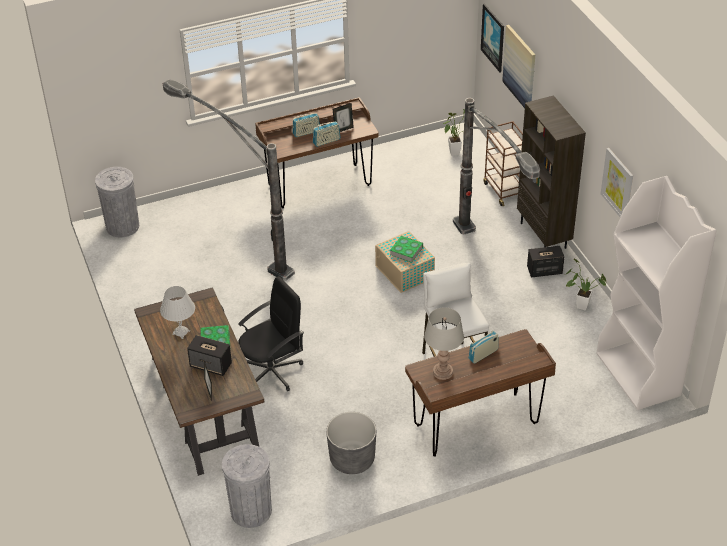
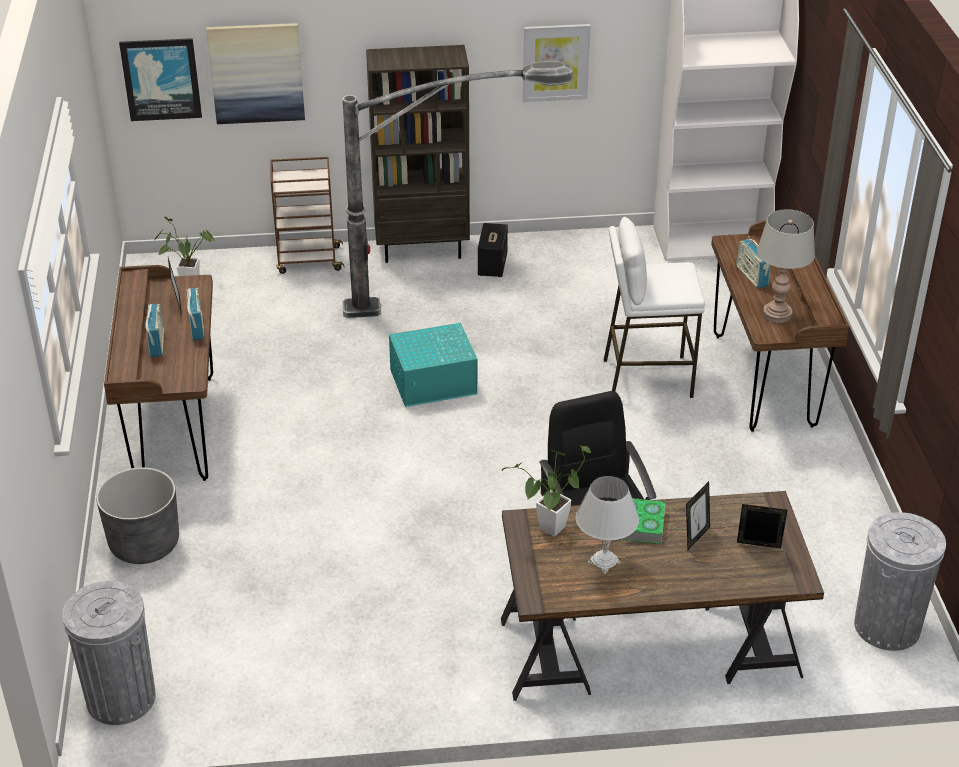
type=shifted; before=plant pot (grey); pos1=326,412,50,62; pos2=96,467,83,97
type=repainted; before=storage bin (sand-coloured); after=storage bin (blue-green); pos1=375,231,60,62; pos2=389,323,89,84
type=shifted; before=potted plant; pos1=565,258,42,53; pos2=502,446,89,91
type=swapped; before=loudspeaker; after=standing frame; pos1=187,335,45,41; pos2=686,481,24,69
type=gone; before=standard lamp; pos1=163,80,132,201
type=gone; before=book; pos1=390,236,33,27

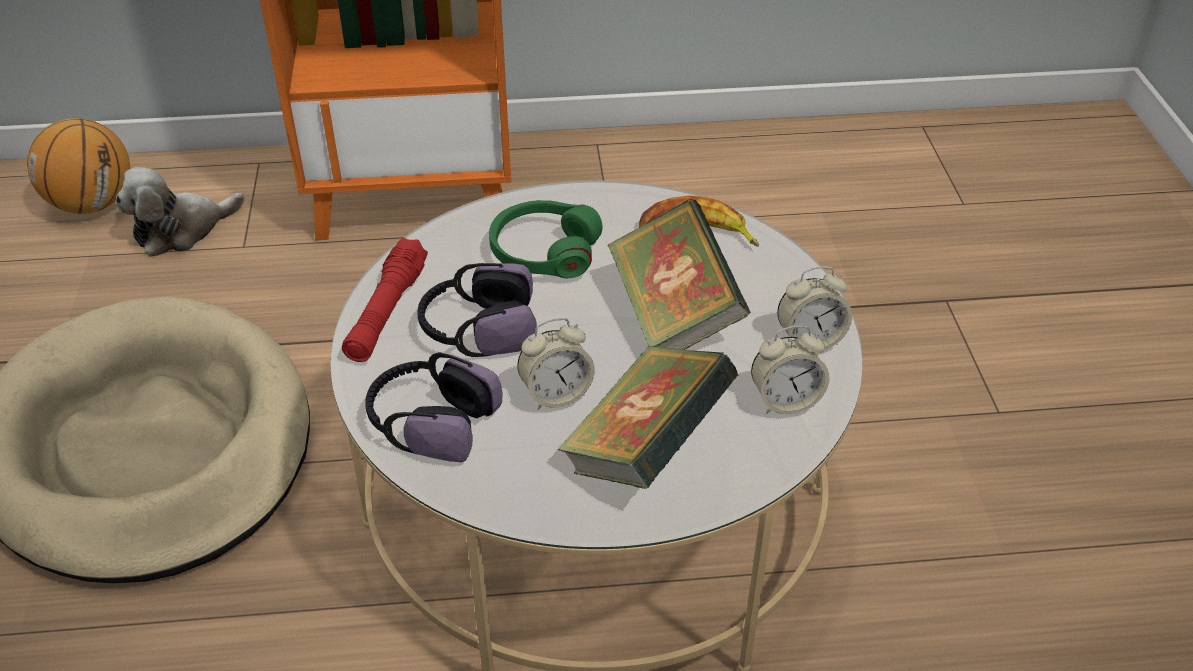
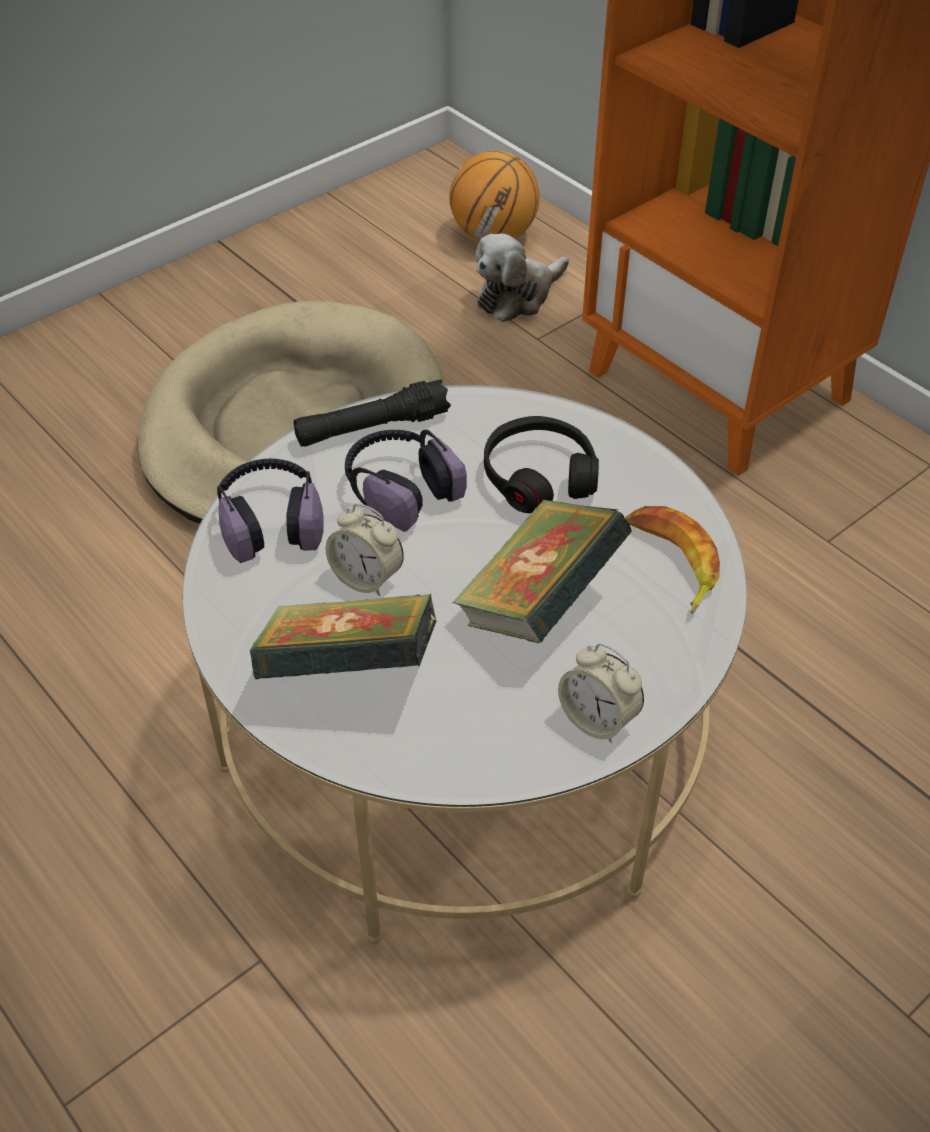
type=repainted; before=hand torch (red); after=hand torch (blackish); pos1=342,237,86,125; pos2=294,379,157,68
type=rotated; before=cuddly toy; pos1=115,167,130,90; pos2=475,234,94,88; turn=-60
type=repainted; before=headset (greenish); after=headset (blackish); pos1=489,200,114,78; pos2=484,416,115,97
type=gone; before=table clock; pos1=751,326,78,88

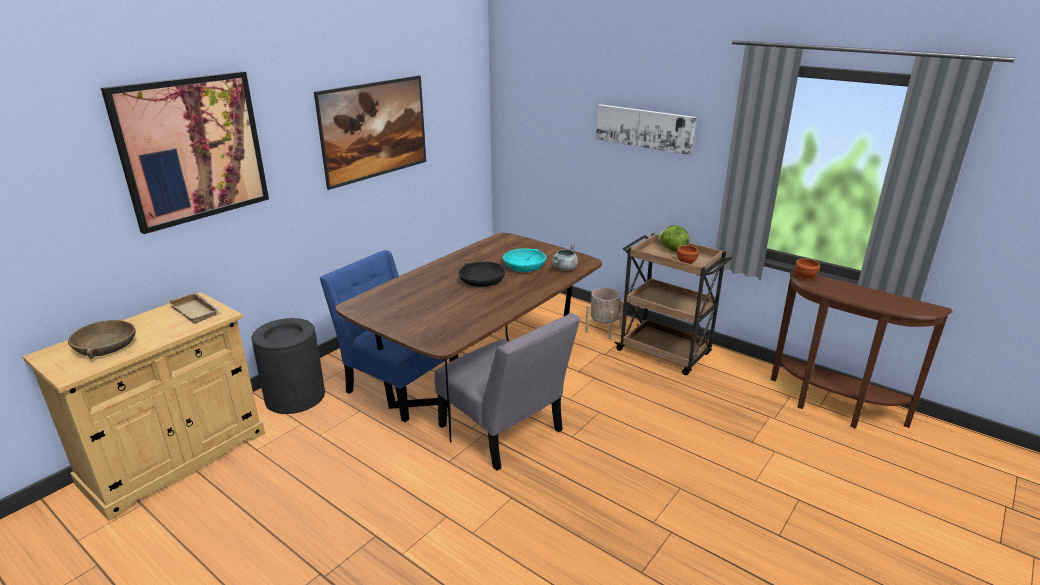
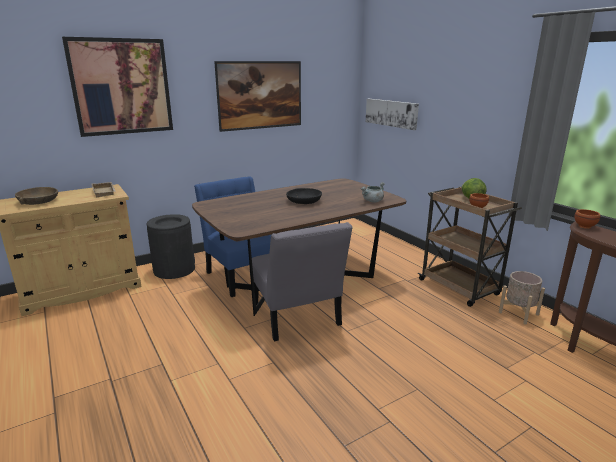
type=shifted; before=wall picture; pos1=596,104,100,51; pos2=366,99,53,31
type=shifted; before=plant pot (sand-coloured); pos1=585,288,39,52; pos2=499,271,46,53
type=gone; before=deep dish (blue-green); pos1=503,248,43,24

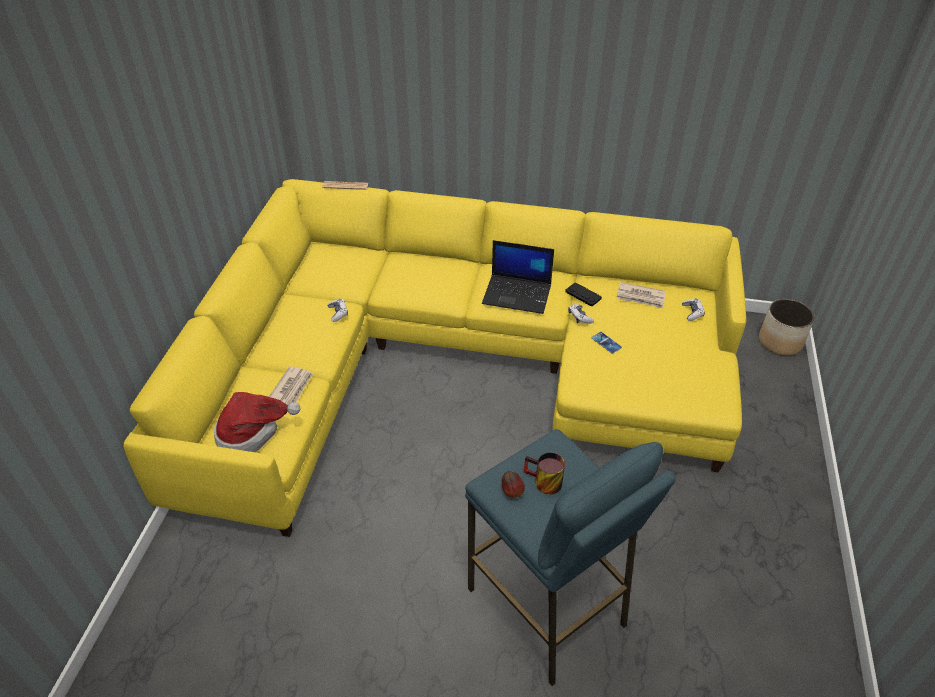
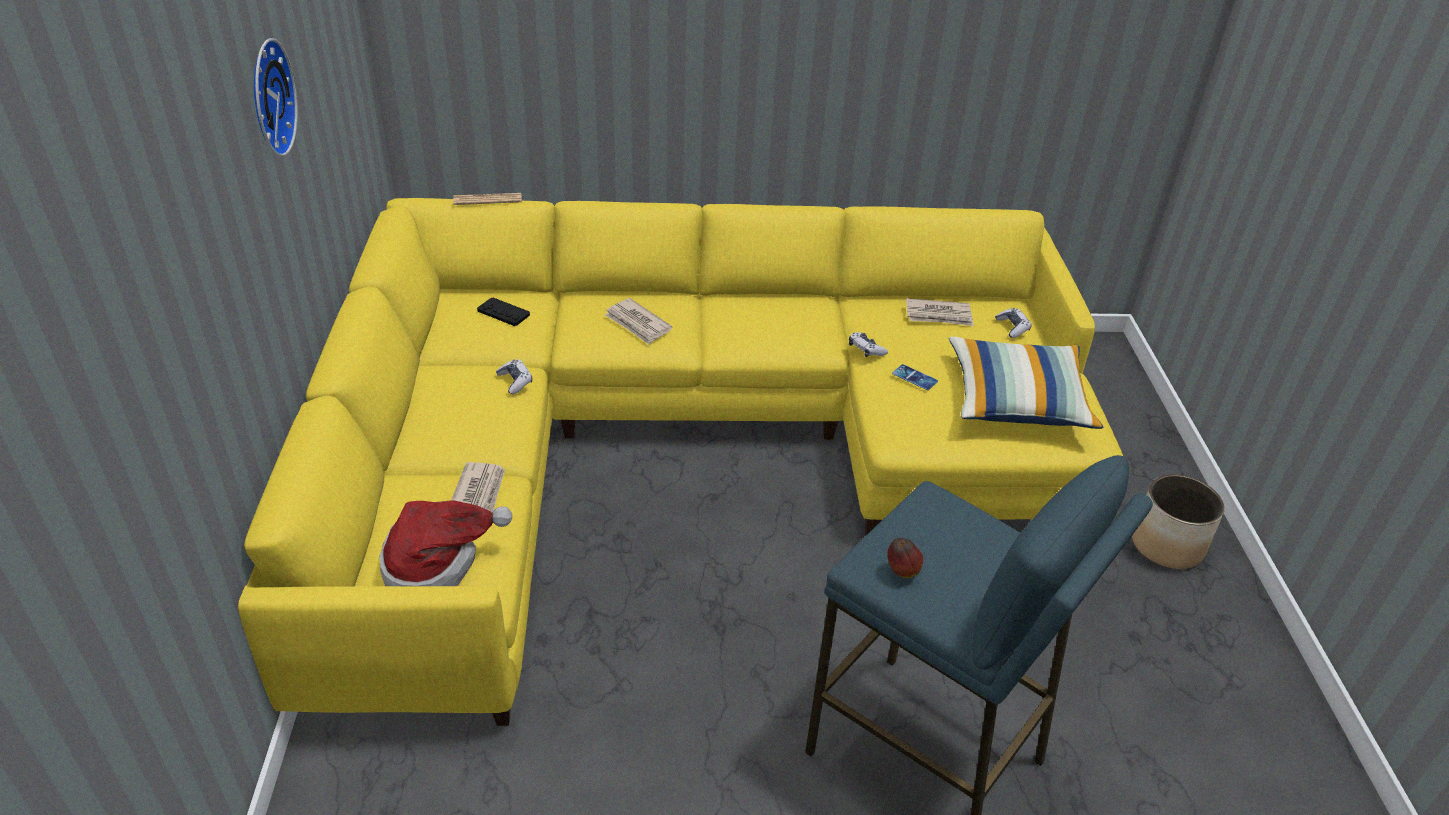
type=new; after=clock on the wall; pos2=254,38,44,119
type=shifted; before=joypad (blackish); pos1=565,283,37,23; pos2=477,298,53,28
type=new; after=newspaper; pos2=604,298,68,47
type=new; after=throw pillow; pos2=949,337,155,92
type=shifted; before=plant pot; pos1=759,299,56,56; pos2=1132,474,93,95
type=gone; before=notebook computer; pos1=482,240,72,74
type=gone; before=tea mug; pos1=524,452,41,43

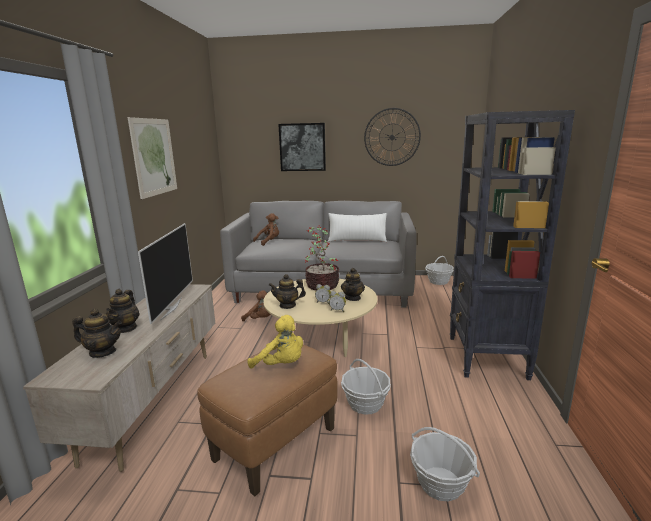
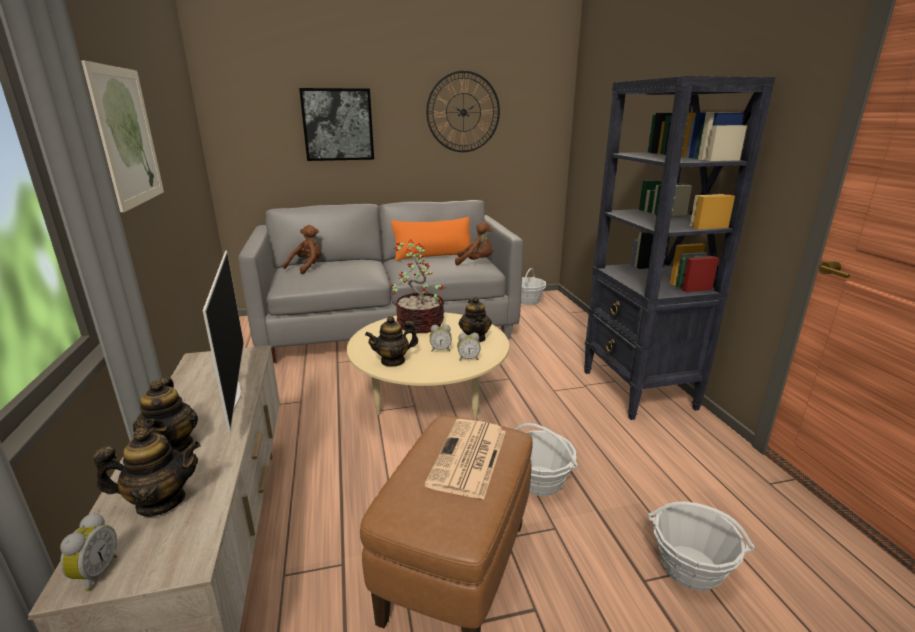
type=new; after=table clock; pos2=60,513,57,79
type=repainted; before=throw pillow (whitish); after=throw pillow (orangey); pos1=328,213,59,29; pos2=391,217,80,44
type=swapped; before=cuddly toy (yellow-coloured); after=newspaper; pos1=248,315,55,54; pos2=425,419,81,81
type=shifted; before=cuddly toy (brown); pos1=241,290,30,31; pos2=455,222,38,44

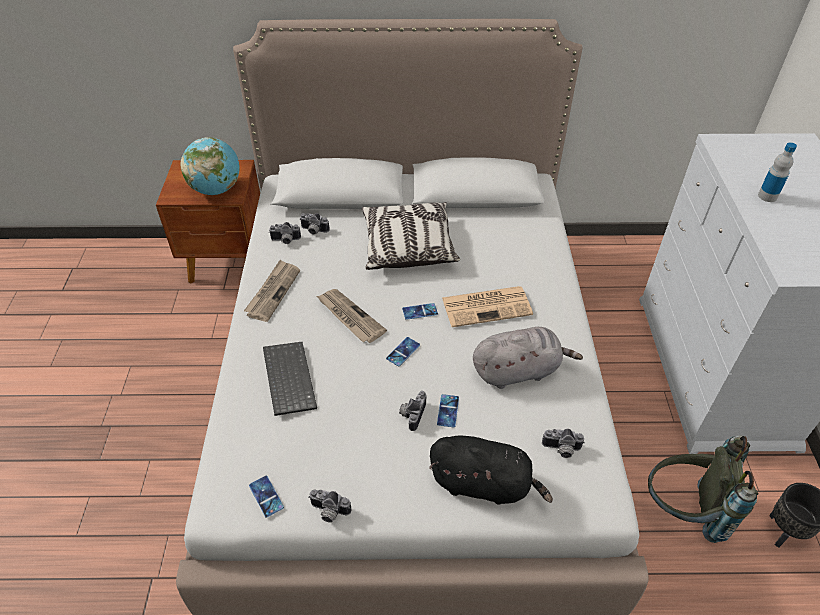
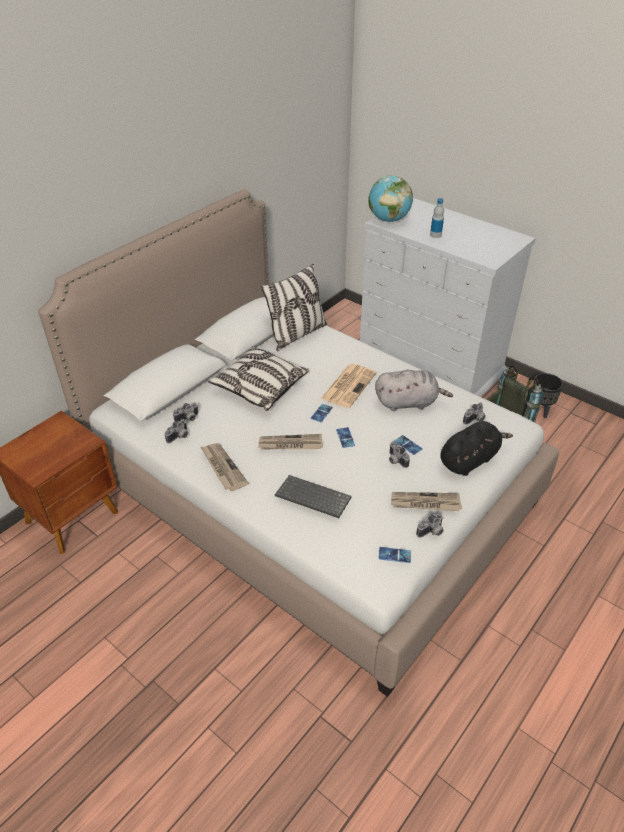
type=new; after=throw pillow; pos2=261,264,66,87
type=shifted; before=globe; pos1=181,137,59,58; pos2=368,175,45,47
type=rotated; before=cuddly toy (grey); pos1=473,327,110,62; pos2=375,370,78,41; turn=60
type=new; after=newspaper; pos2=391,492,71,19

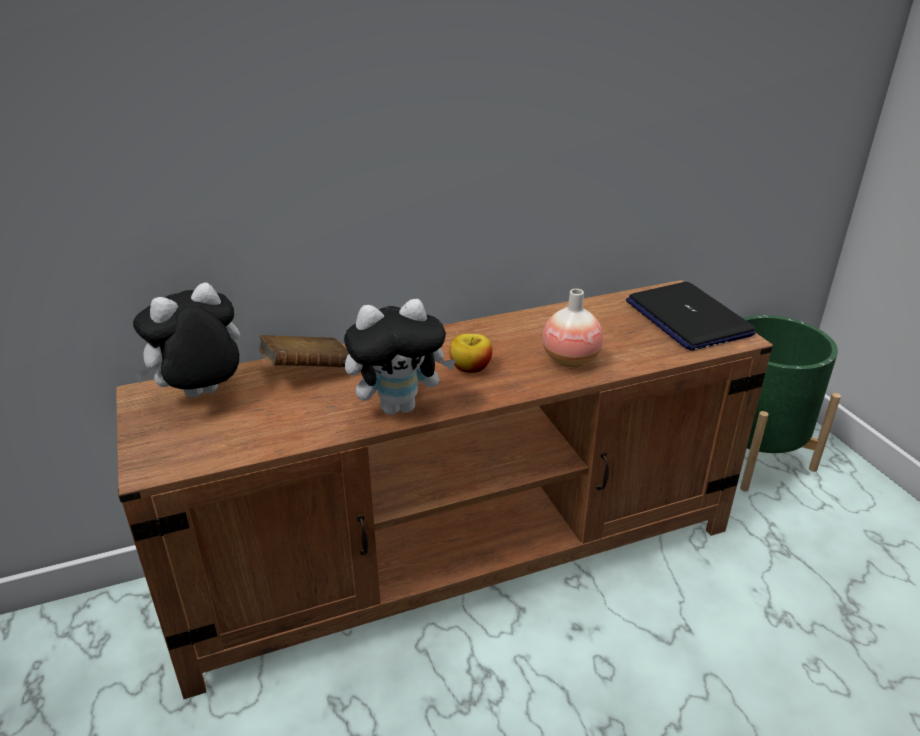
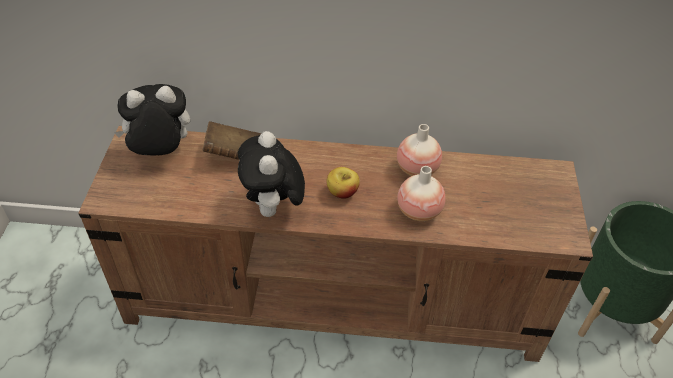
type=rotated; before=cuddly toy; pos1=344,299,112,116; pos2=238,131,67,86; turn=75
type=new; after=vase; pos2=397,124,45,52
type=gone; before=notebook computer; pos1=626,282,130,69

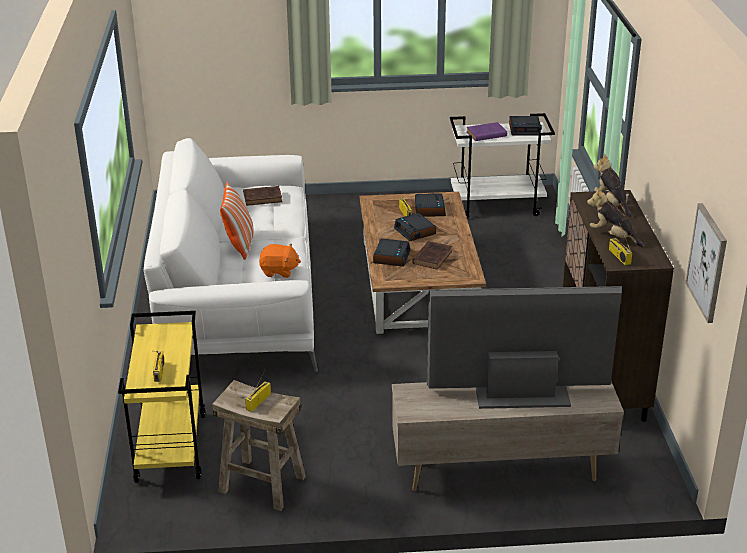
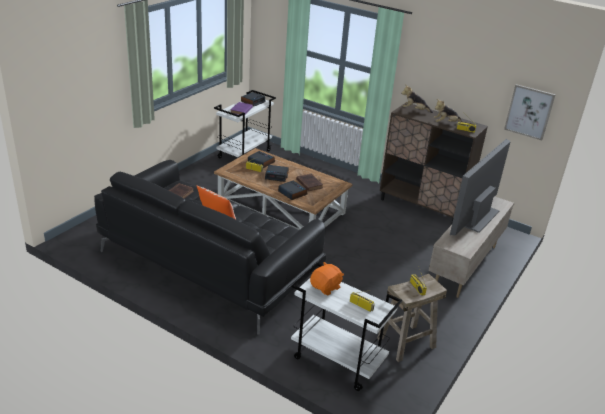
type=repainted; before=settee (whitish); after=settee (blackish); pos1=144,138,174,234; pos2=94,160,232,175
type=repainted; before=trolley (yellow-coloured); after=trolley (whitish); pos1=118,311,88,172; pos2=291,263,111,128
type=shifted; before=cuddly toy (orangey); pos1=259,244,42,34; pos2=310,262,34,33

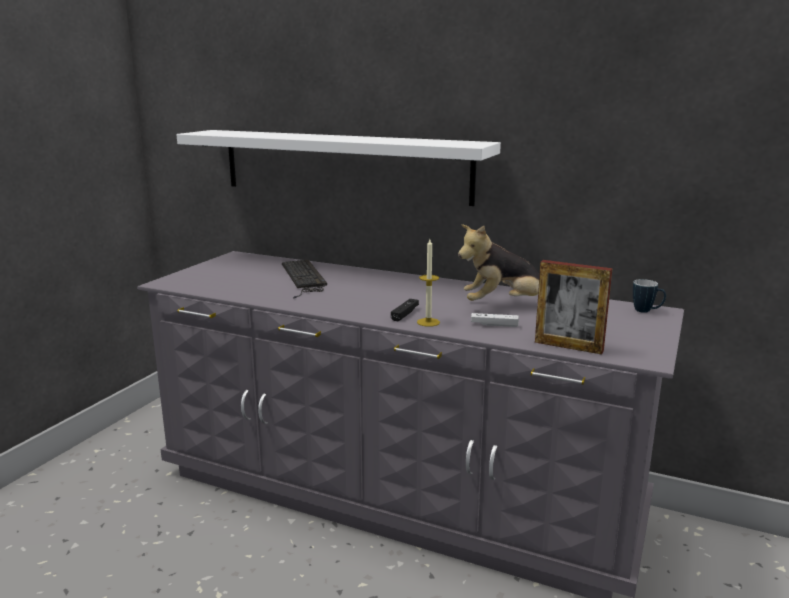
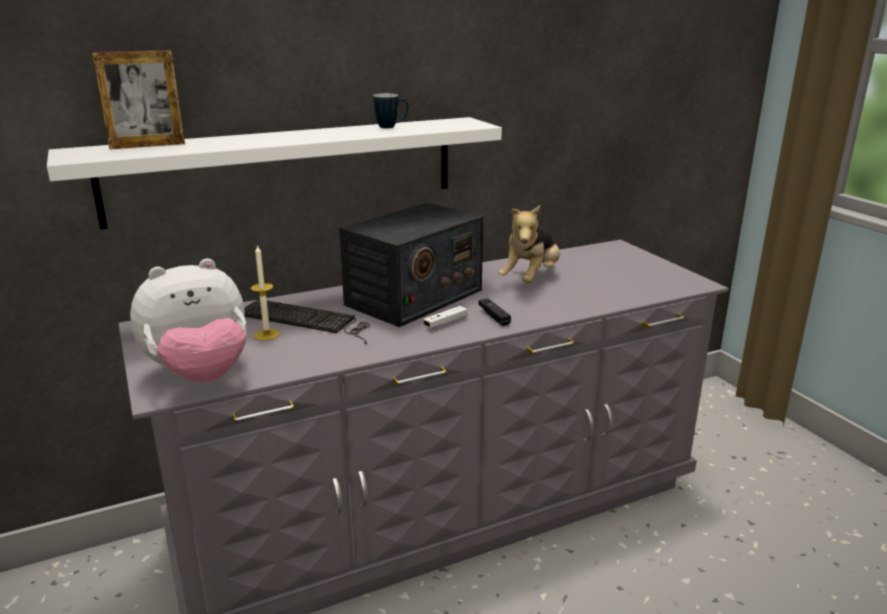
type=shifted; before=standing frame; pos1=535,260,77,95; pos2=92,50,93,99
type=new; after=cuddly toy; pos2=130,259,116,124
type=shifted; before=wax light; pos1=417,239,23,88; pos2=251,244,29,97
type=new; after=radio; pos2=339,202,144,125
type=shifted; before=tea mug; pos1=633,279,33,34; pos2=373,93,36,35
type=shifted; before=joypad (whitish); pos1=471,313,48,14; pos2=423,306,44,22

